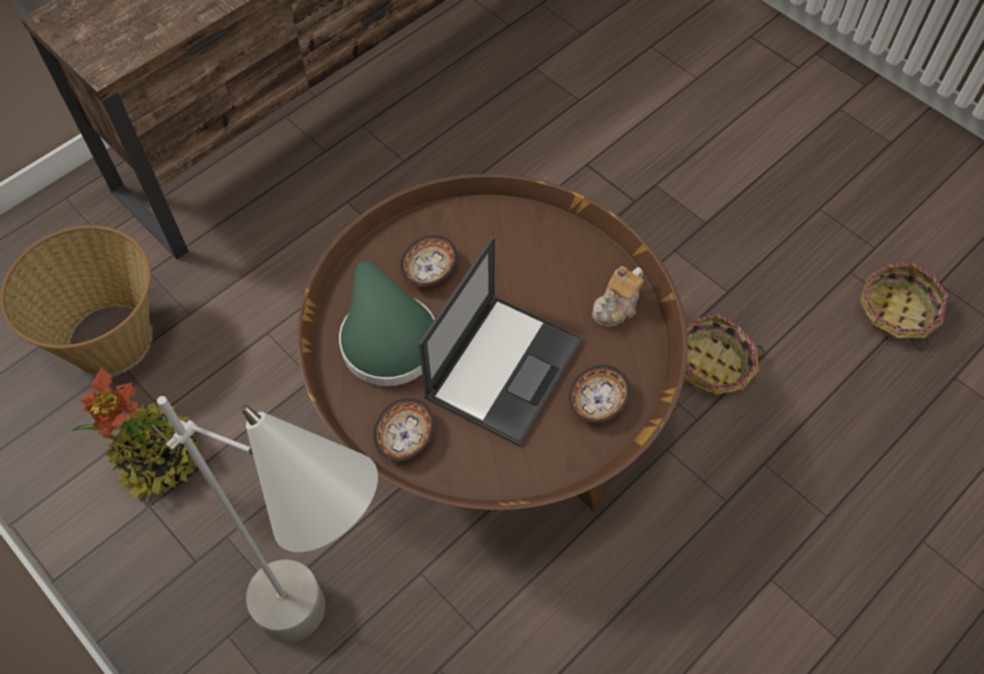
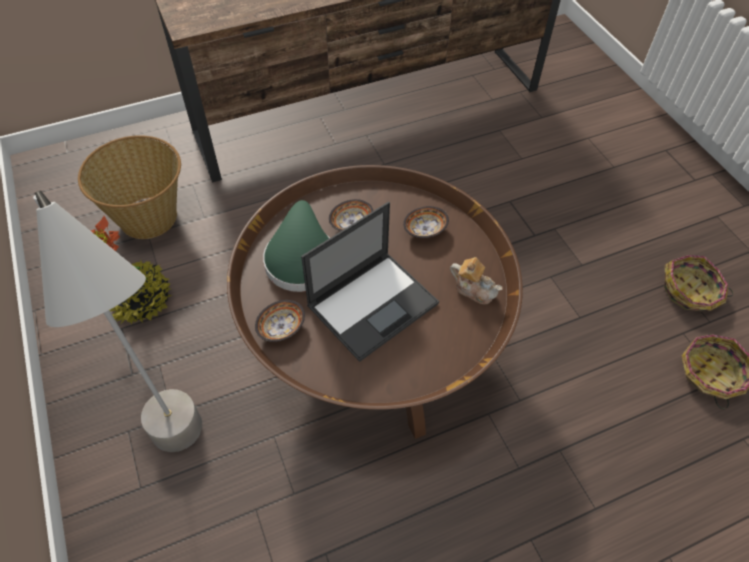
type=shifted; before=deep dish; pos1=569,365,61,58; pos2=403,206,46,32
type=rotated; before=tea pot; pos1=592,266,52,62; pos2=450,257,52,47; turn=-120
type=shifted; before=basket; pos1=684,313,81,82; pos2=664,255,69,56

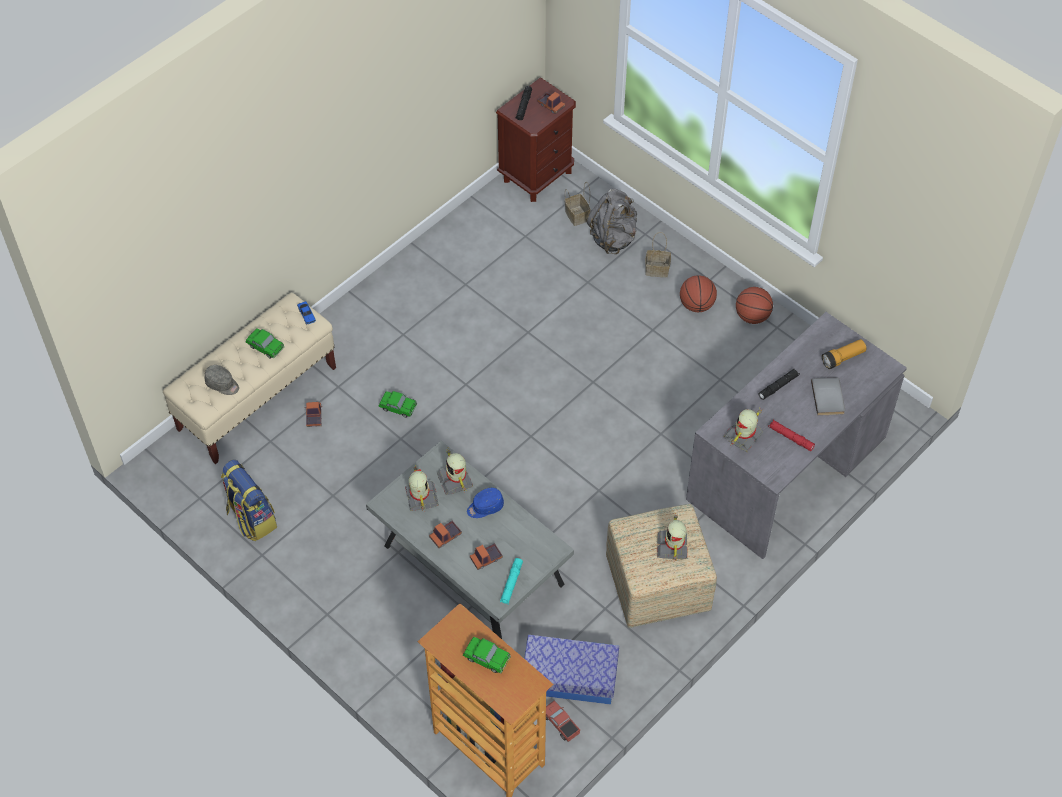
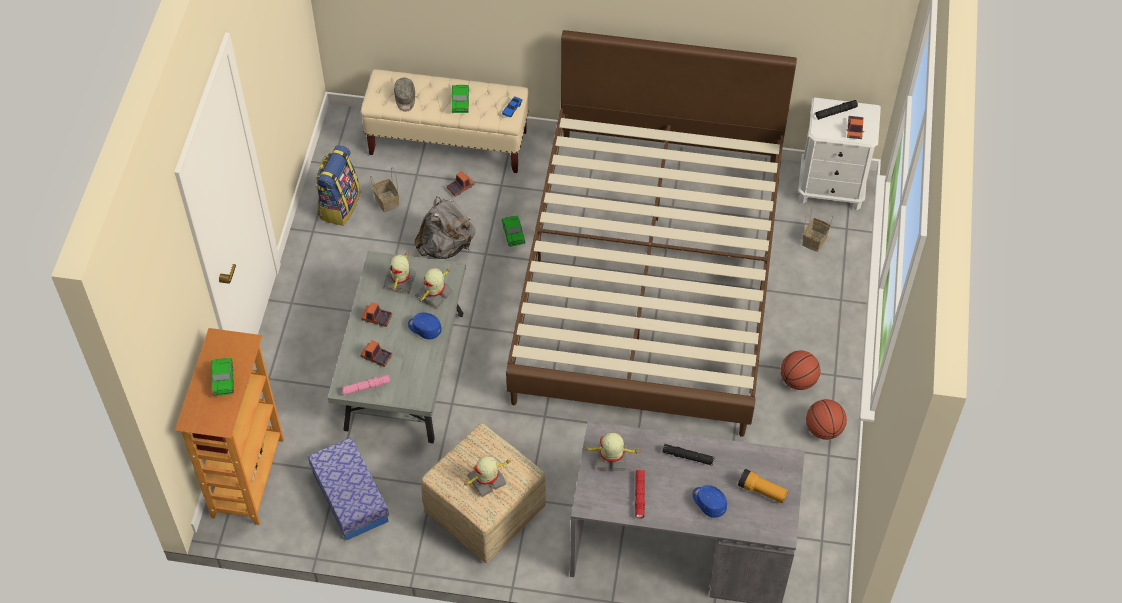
type=repainted; before=hand torch (blue-green); after=hand torch (pink-coloured); pos1=500,558,23,46; pos2=341,375,49,20
type=shifted; before=basket; pos1=645,232,26,45; pos2=370,167,29,45
type=rotated; before=toy robot; pos1=405,465,34,47; pos2=383,252,33,42; turn=150
type=shifted; before=knapsack (grey); pos1=586,189,51,65; pos2=414,197,61,62
type=new; after=bed (brown); pos2=506,30,291,407
type=swapped; before=book (grey); after=cap (bluish); pos1=811,377,34,39; pos2=693,485,34,33
type=repainted; before=nightstand (brown); after=nightstand (whitish); pos1=496,78,80,124; pos2=798,97,83,114
type=gone; before=toy truck; pos1=546,701,34,41

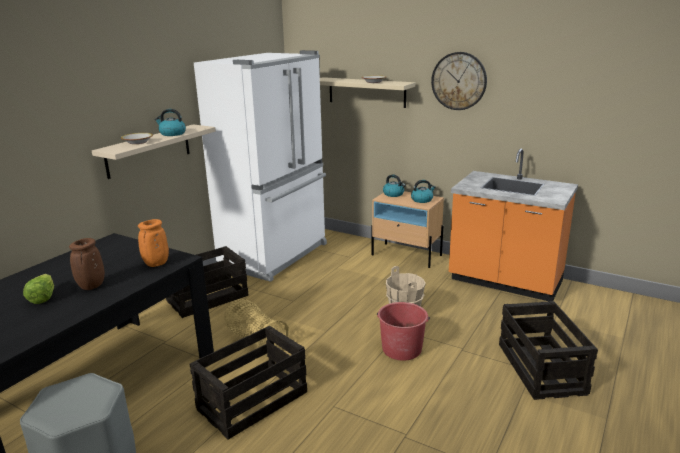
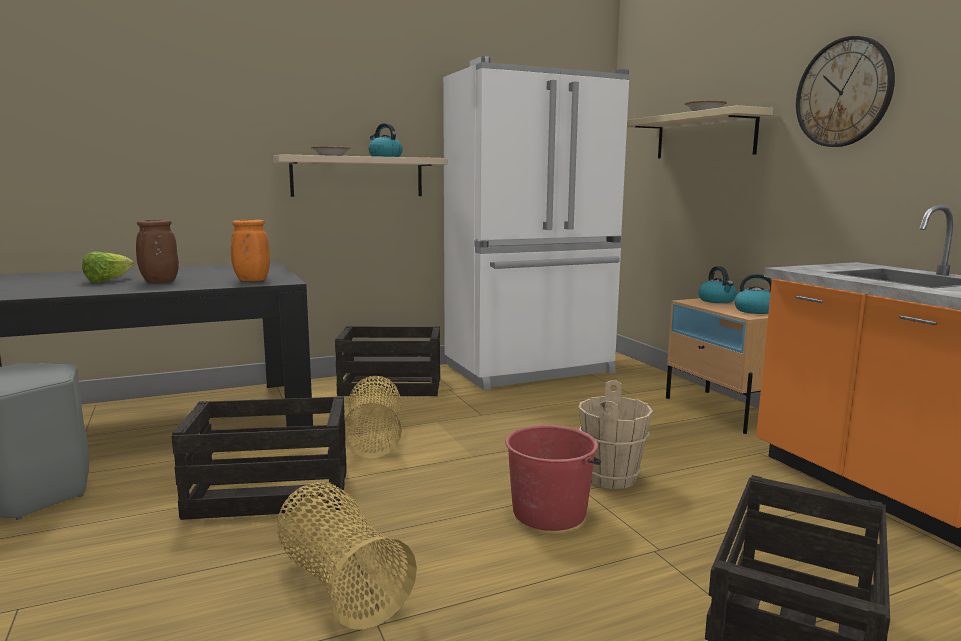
type=new; after=basket; pos2=277,482,140,148

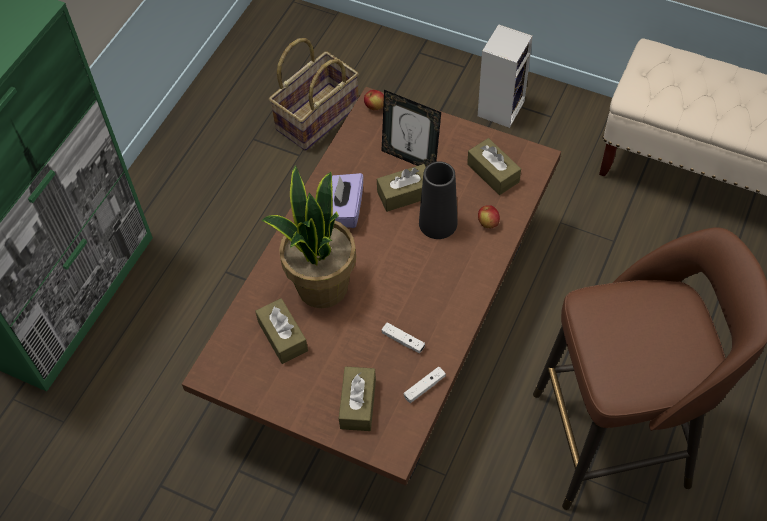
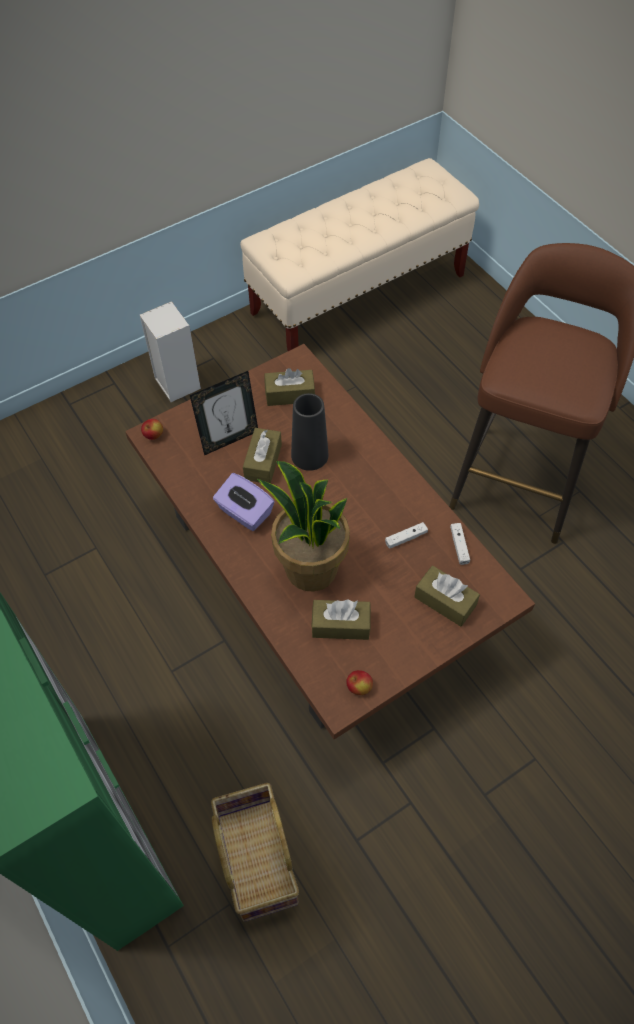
type=shifted; before=basket; pos1=269,38,90,113; pos2=211,783,88,139
type=shifted; before=apple; pos1=478,205,22,23; pos2=346,670,27,25

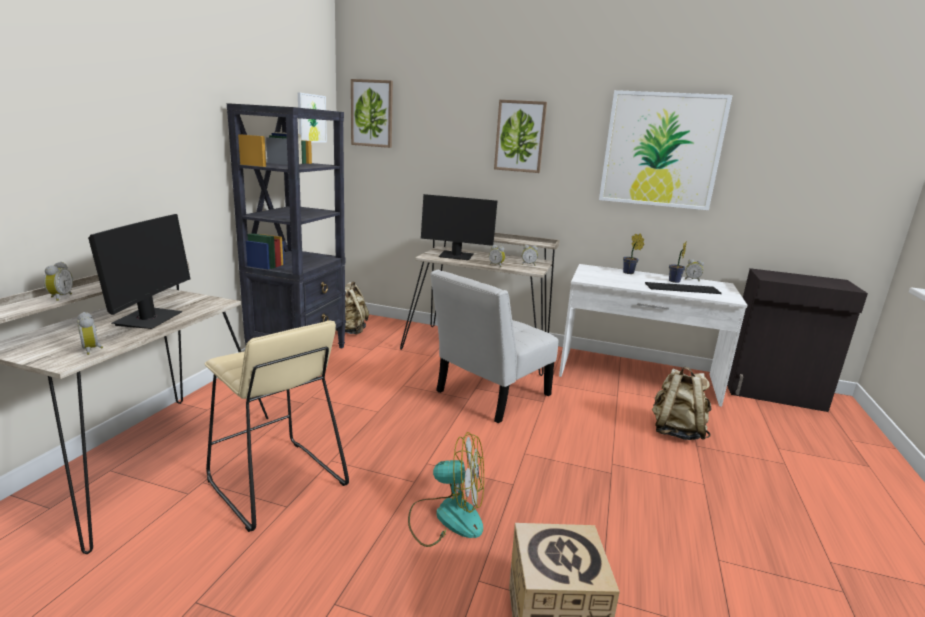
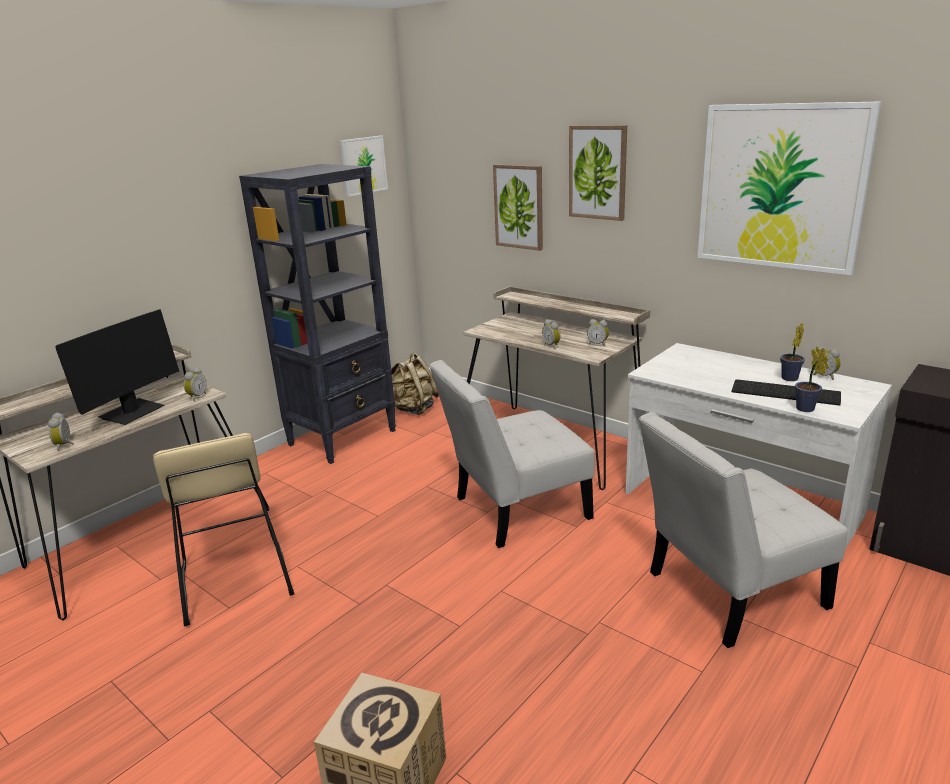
type=shifted; before=table clock; pos1=44,262,29,39; pos2=184,367,22,34
type=shifted; before=wall picture; pos1=351,79,42,69; pos2=493,164,50,87
type=swapped; before=knapsack (sand-coloured); after=upright chair (whitish); pos1=652,366,59,74; pos2=639,412,209,236
type=shifted; before=potted plant; pos1=623,233,21,41; pos2=795,347,34,65
type=gone; before=fan; pos1=408,432,76,115
type=gone; before=computer display; pos1=421,194,76,66

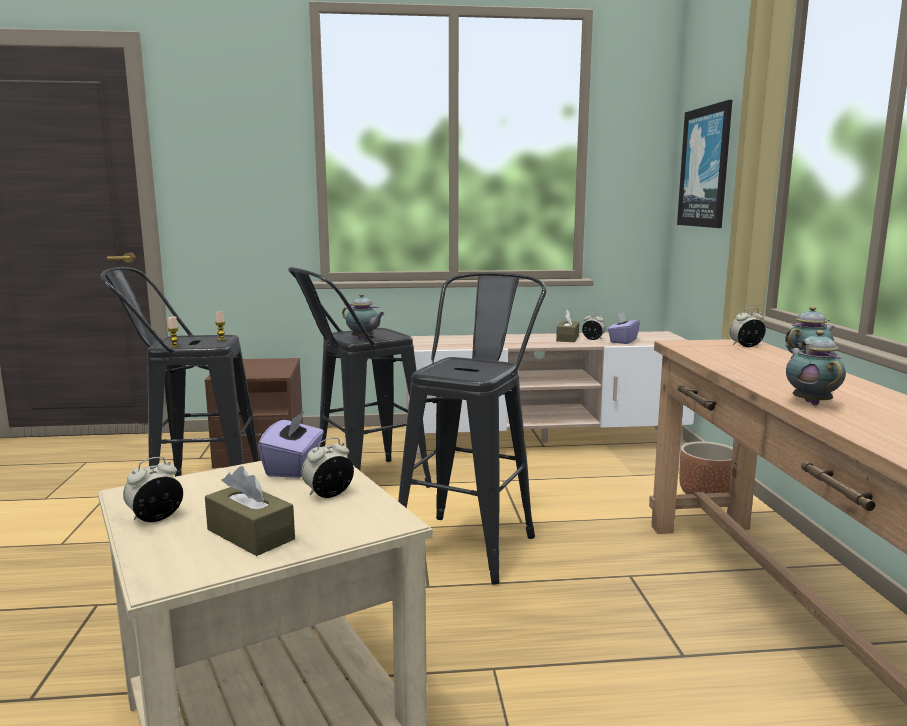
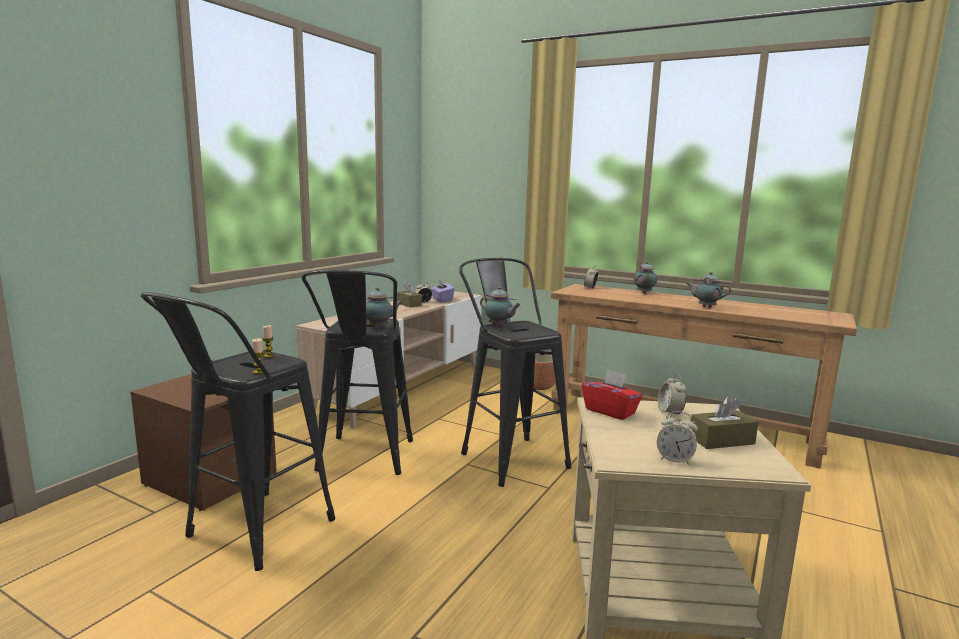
type=new; after=tea pot; pos2=480,286,41,40
type=repainted; before=tissue holder (purple); after=tissue holder (red); pos1=258,410,66,68; pos2=582,369,60,51
type=rotated; before=table clock; pos1=123,457,60,65; pos2=657,411,41,54; turn=-60
type=gone; before=wall picture; pos1=677,100,55,128

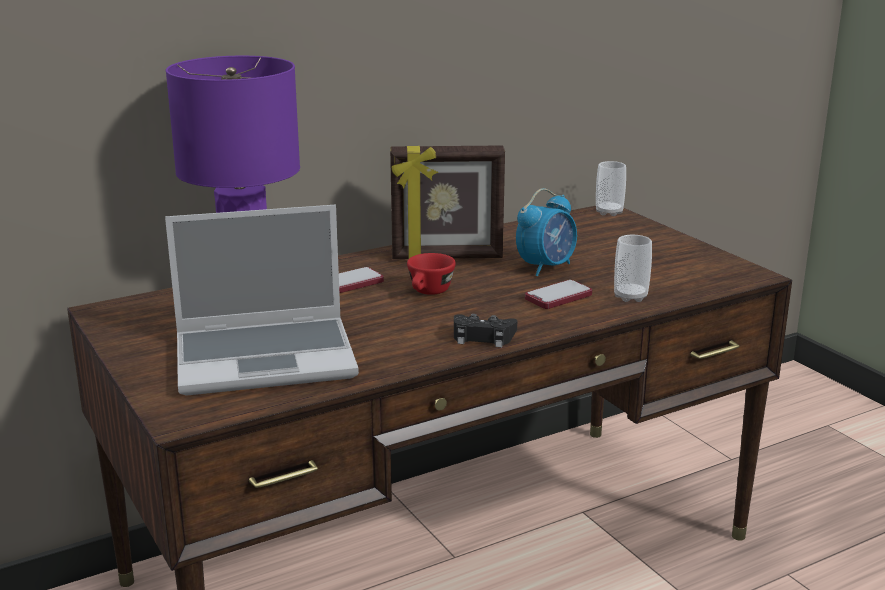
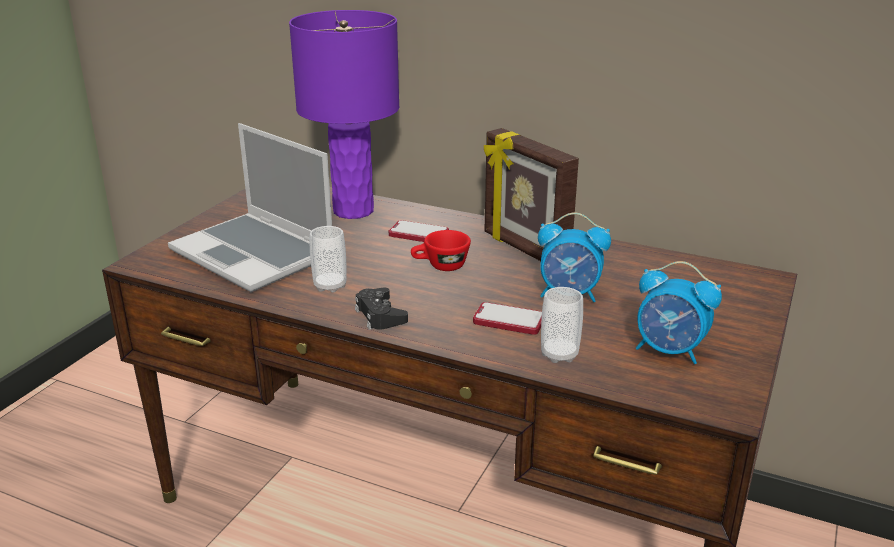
type=shifted; before=drinking cup; pos1=596,161,30,55; pos2=310,226,37,67
type=new; after=table clock; pos2=636,261,86,103

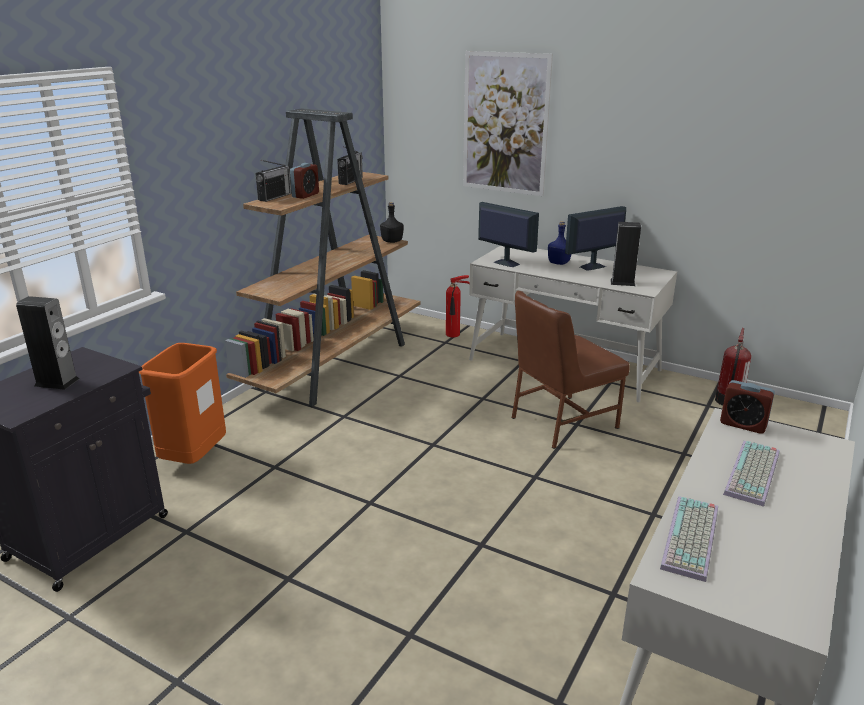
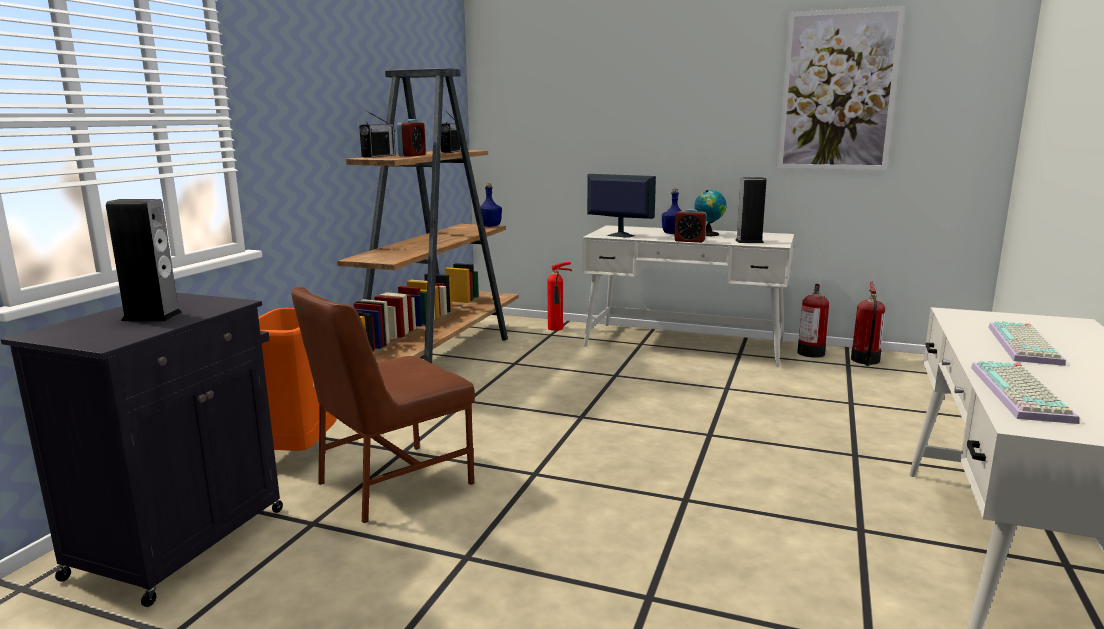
type=shifted; before=upright chair (brown); pos1=512,291,118,158; pos2=291,287,184,236
type=repainted; before=drink bottle (blackish); after=drink bottle (bluish); pos1=380,202,24,41; pos2=480,183,22,44
type=shifted; before=table clock; pos1=720,380,55,54; pos2=674,209,33,34
type=swapped; before=computer display; after=globe; pos1=565,206,61,64; pos2=695,190,31,46
type=shifted; before=wall picture; pos1=463,51,90,145; pos2=778,6,127,164
type=new; after=fire-fighting cylinder; pos2=797,283,32,75

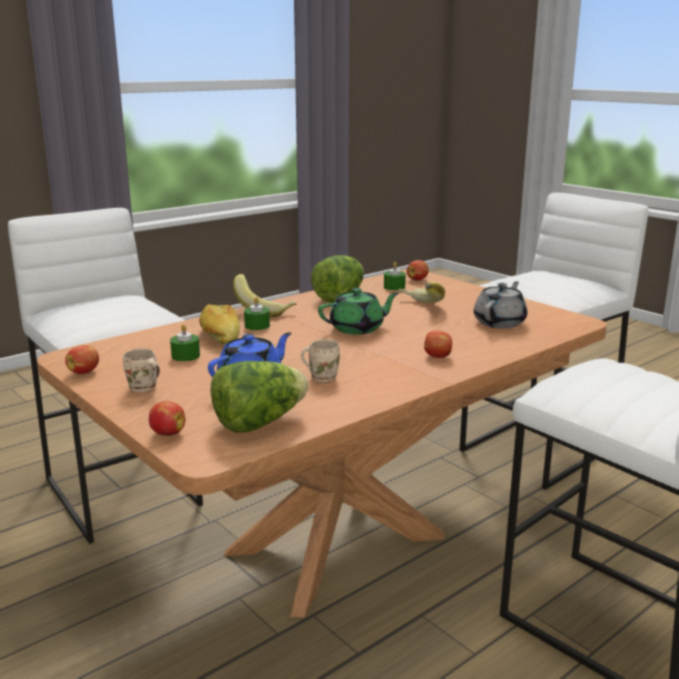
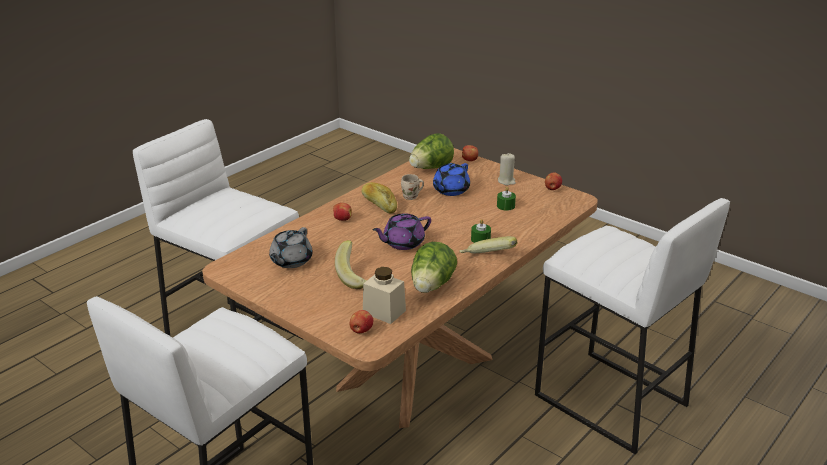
type=shifted; before=bakery bread; pos1=199,304,41,41; pos2=361,182,36,31
type=swapped; before=wax light (greenish); after=jar (sand-coloured); pos1=384,262,22,28; pos2=363,267,43,57
type=repainted; before=tea pot (greenish); after=tea pot (purple); pos1=318,288,81,47; pos2=372,213,59,37
type=swapped; before=tea mug (sand-coloured); after=wax light (sand-coloured); pos1=123,348,37,44; pos2=498,153,18,33

